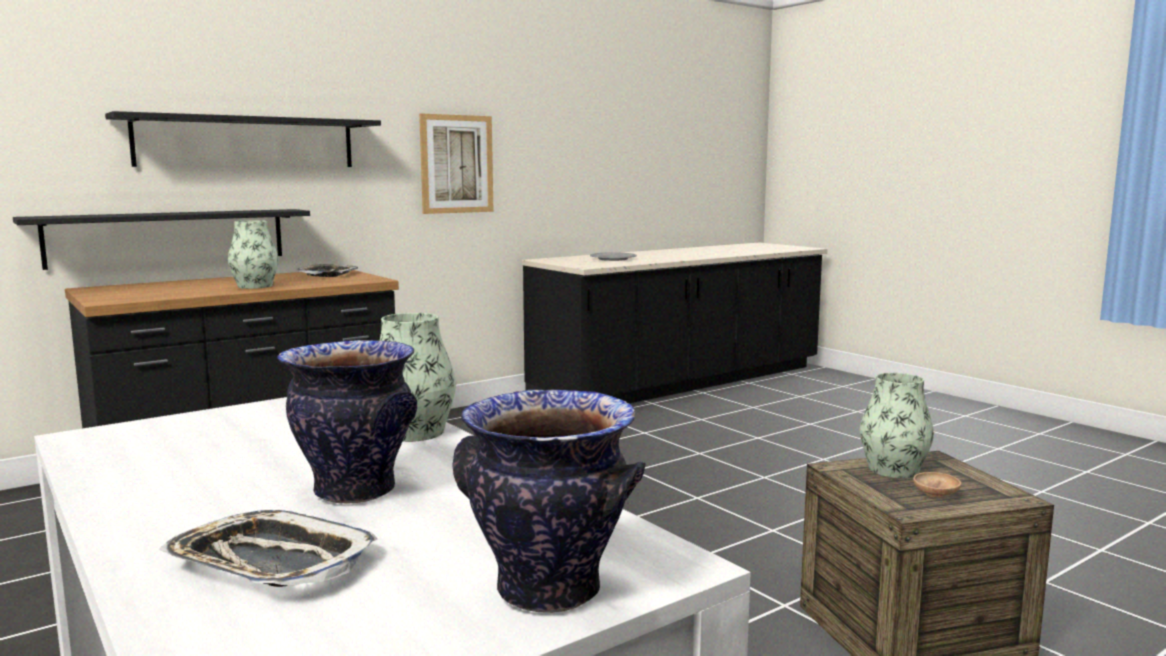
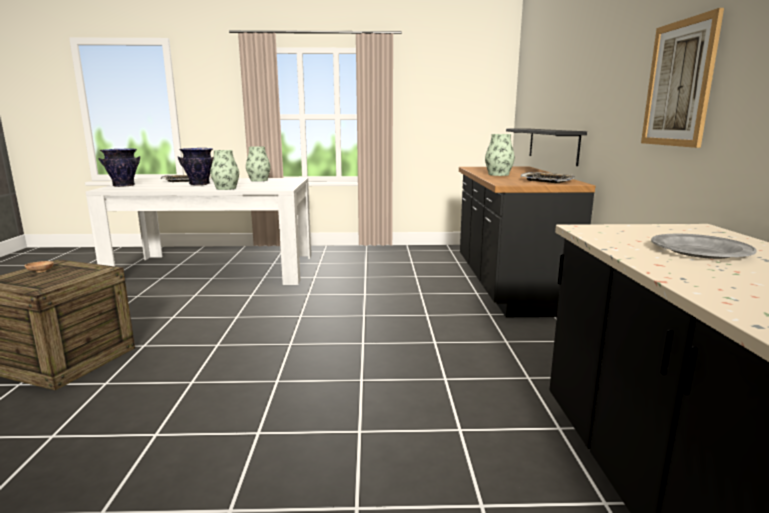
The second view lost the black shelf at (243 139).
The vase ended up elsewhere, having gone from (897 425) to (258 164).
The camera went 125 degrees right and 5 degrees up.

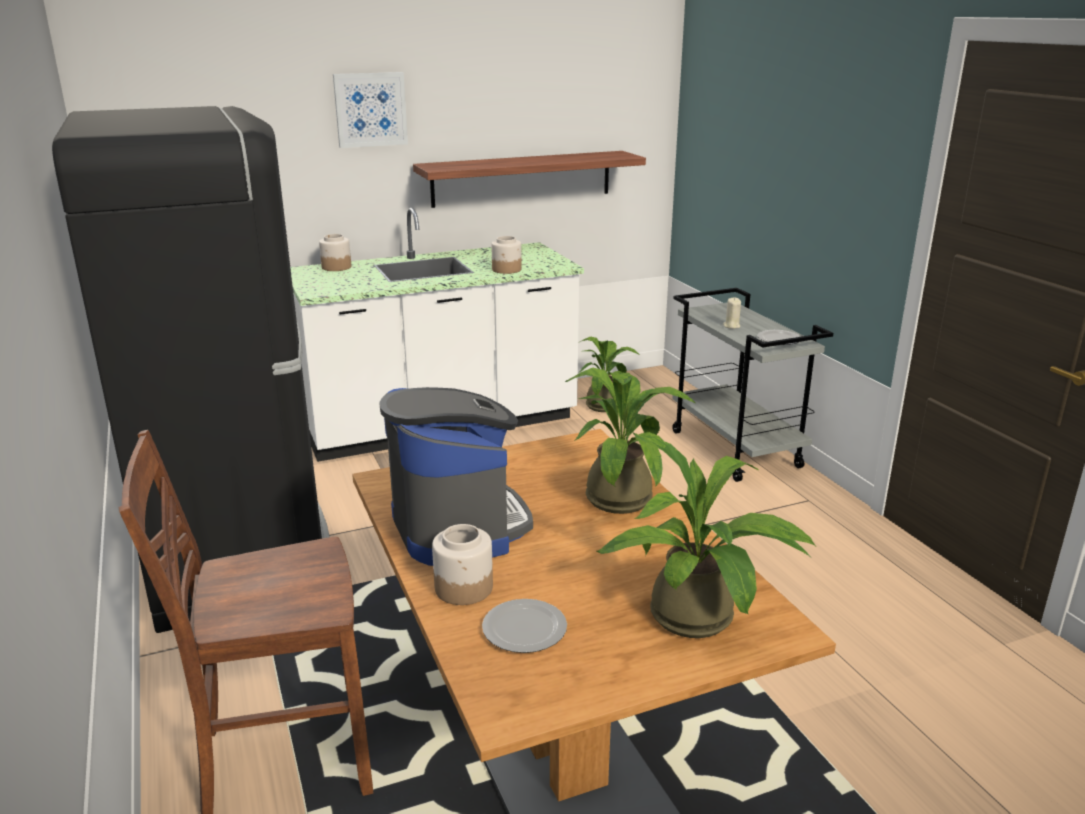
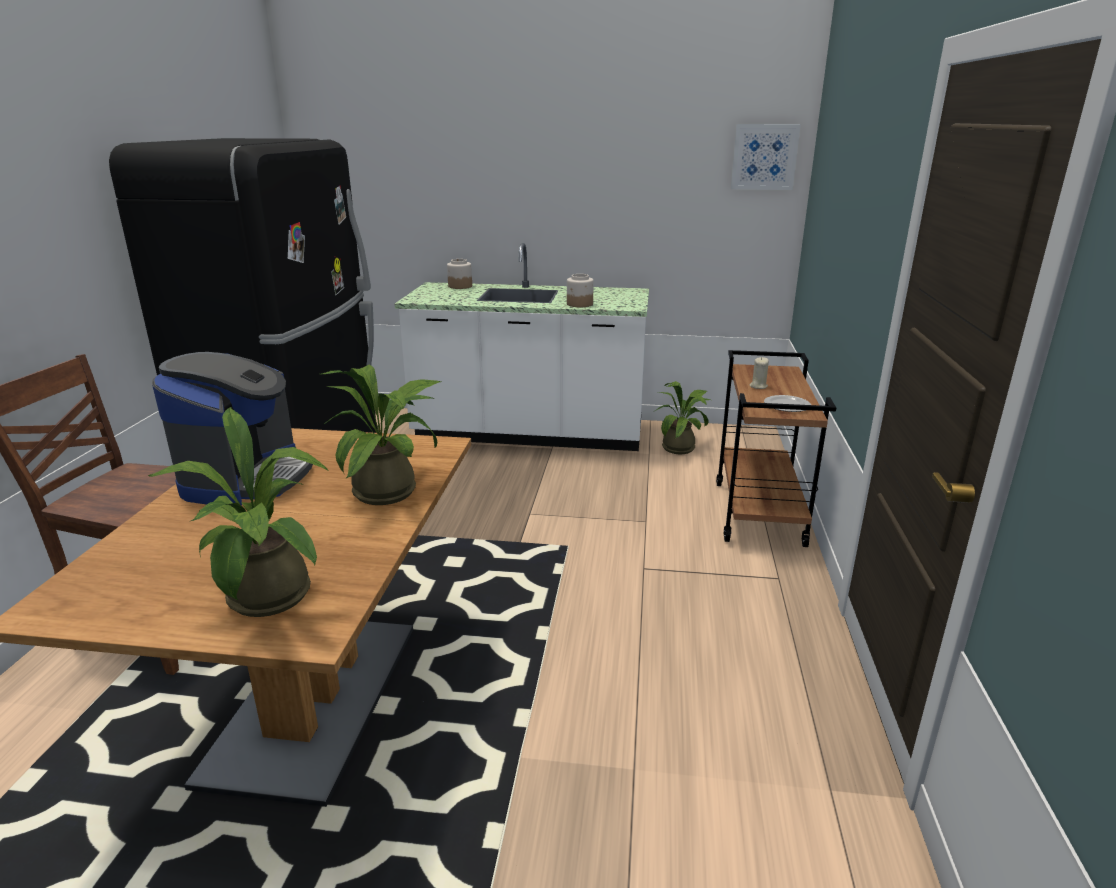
The picture ended up elsewhere, having gone from (370 110) to (766 157).
The second view lost the shelf at (529 179).
The second view lost the jar at (462 564).
The second view lost the plate at (524 626).
What was the grey cart at (752 385) turned into the brown cart at (776 448).
The camera went 30 degrees right and 0 degrees up.

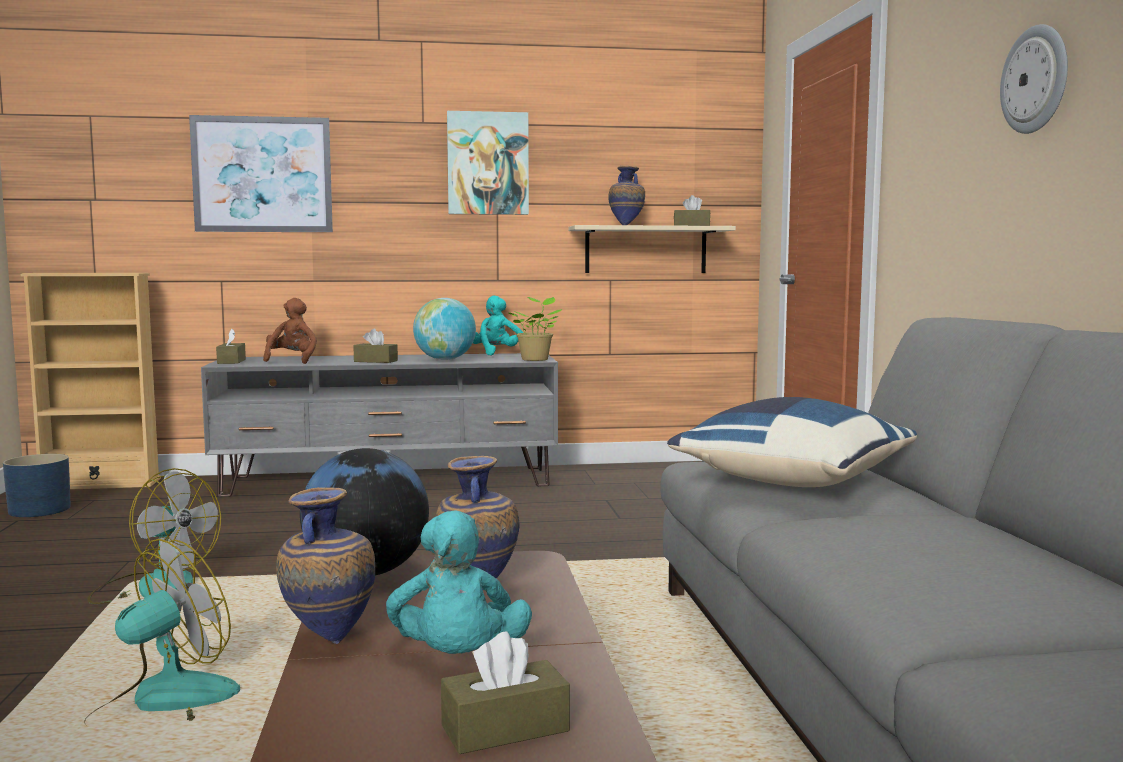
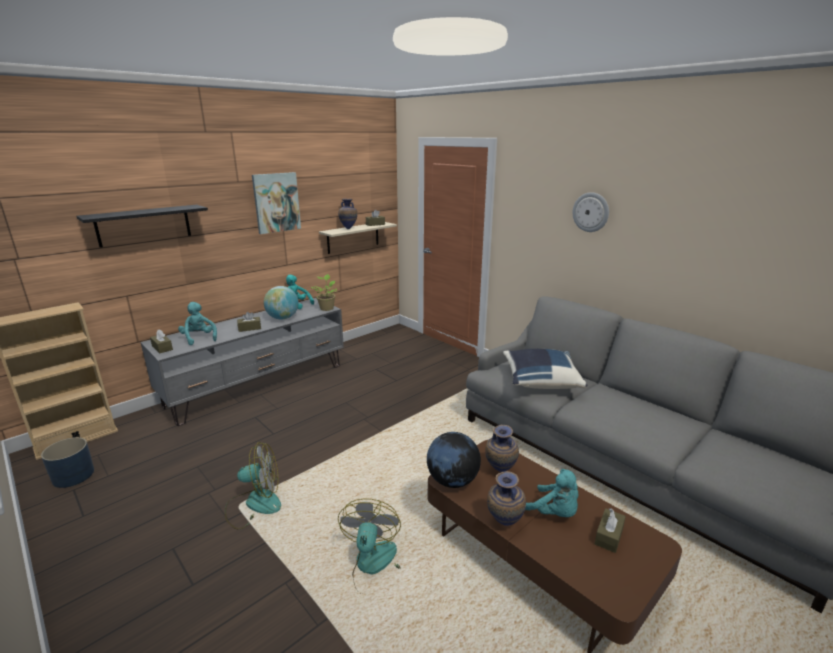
Where the picture hung at (261 173), the black shelf came to hang at (142 226).
What was the brown plush toy at (290 331) turned into the turquoise plush toy at (197 323).
The camera went 35 degrees left and 15 degrees up.

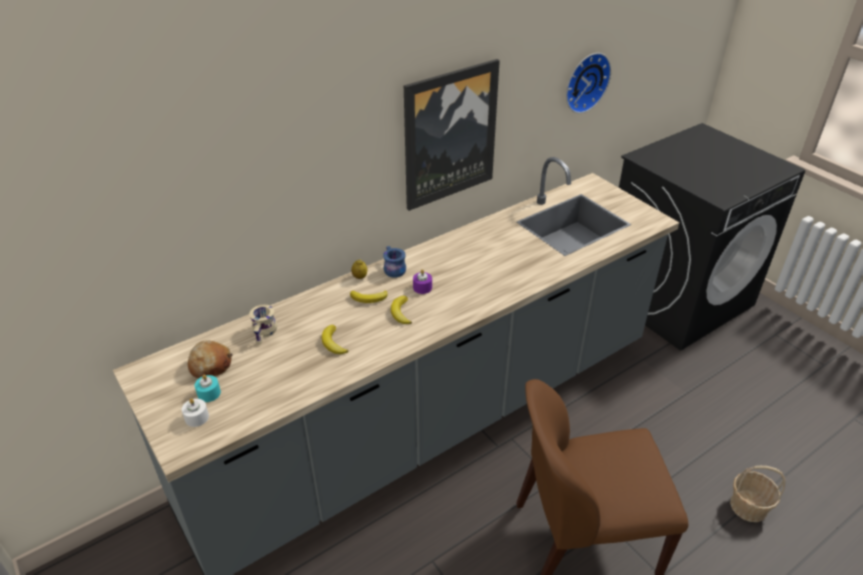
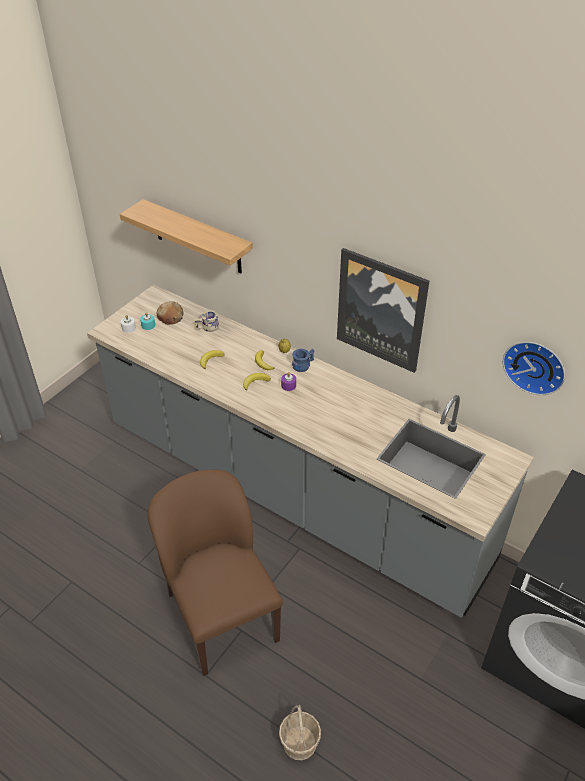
The second view gained the shelf at (186 236).
The camera went 70 degrees right and 5 degrees up.

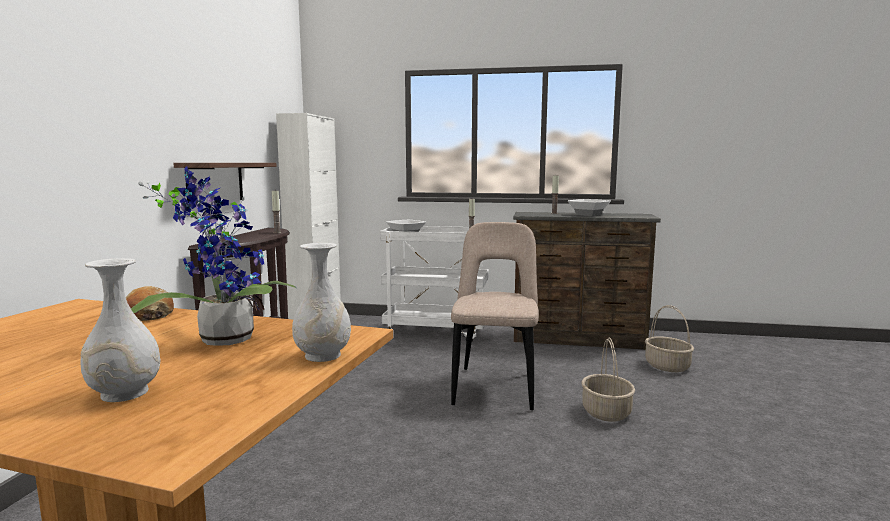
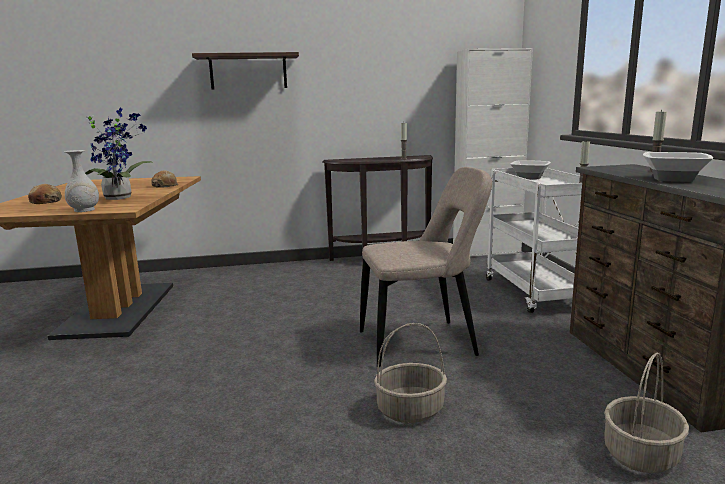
Where the white vase stood at (120 330), the bread came to stand at (45 194).
The shelf ended up elsewhere, having gone from (225 183) to (245 71).
The camera went 70 degrees right and 5 degrees up.

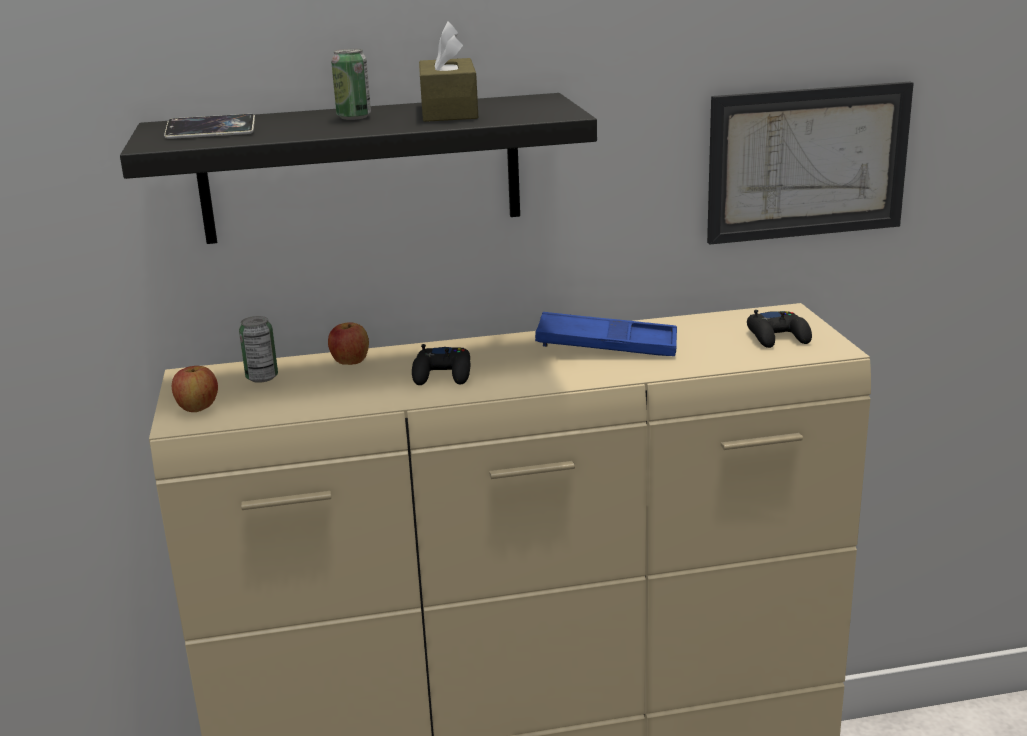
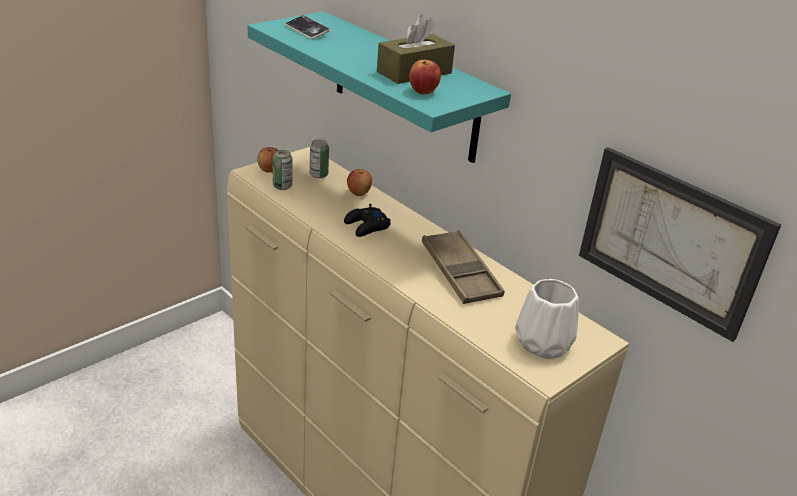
What was the black shelf at (358 168) turned into the turquoise shelf at (379 87).
The can ended up elsewhere, having gone from (351 84) to (282 170).
What was the blue tray at (606 334) turned into the brown tray at (463 267).
Where the black game controller stood at (779 329), the white vase came to stand at (547 319).
The second view gained the apple at (425 77).
The camera went 55 degrees right and 10 degrees up.

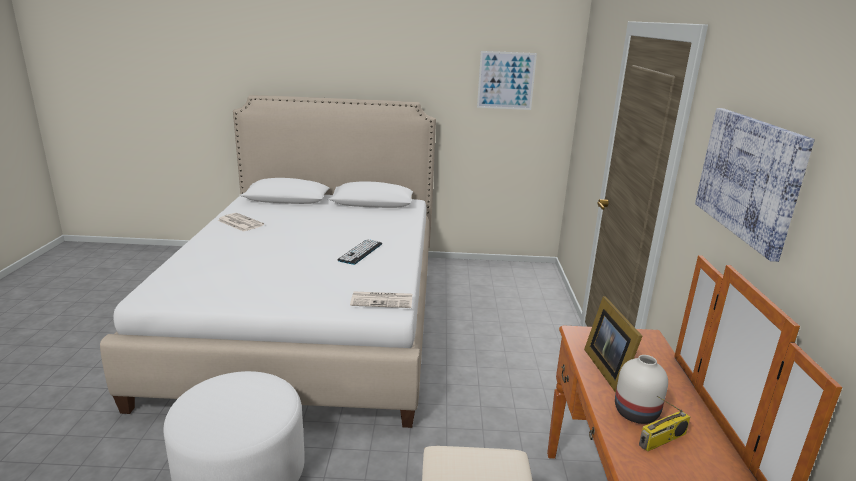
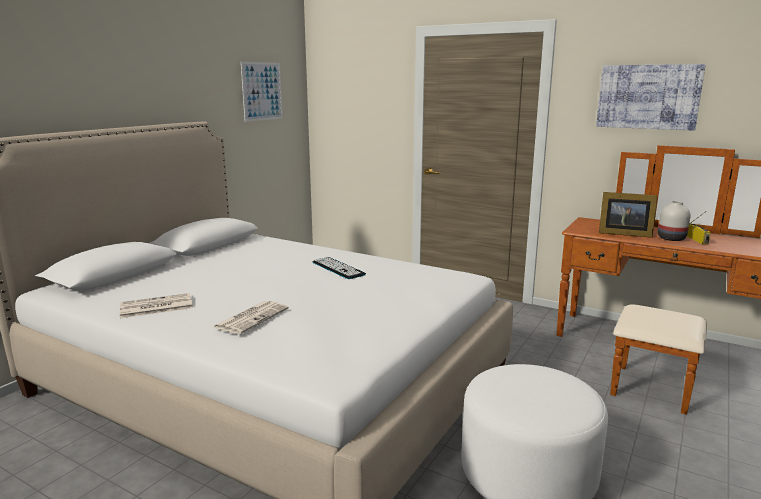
The newspaper ended up elsewhere, having gone from (381 299) to (250 317).
The camera went 60 degrees left and 5 degrees down.

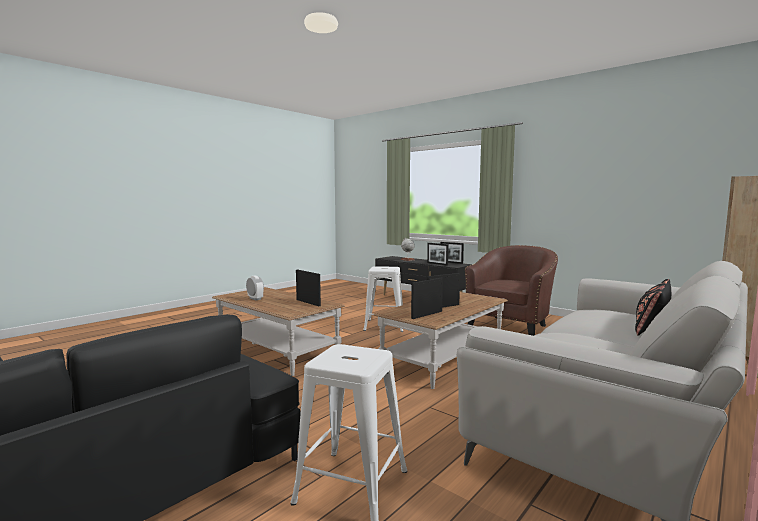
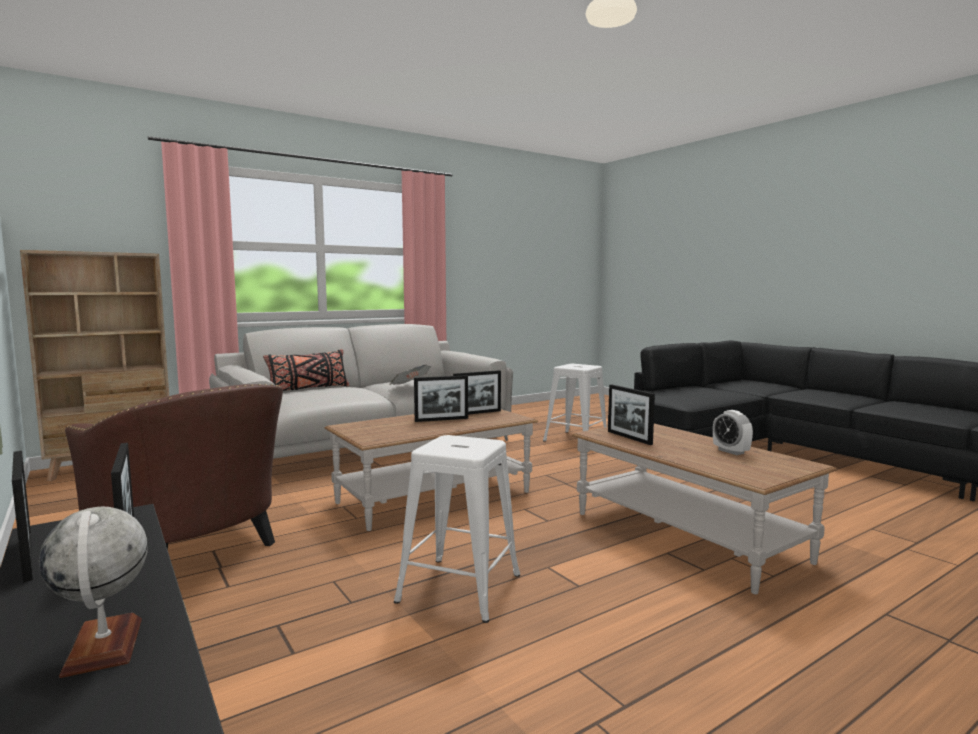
The brown armchair at (511 290) ended up facing another way, 105 degrees counterclockwise from before.
The second view gained the newspaper at (410 375).
The camera went 165 degrees left and 0 degrees up.

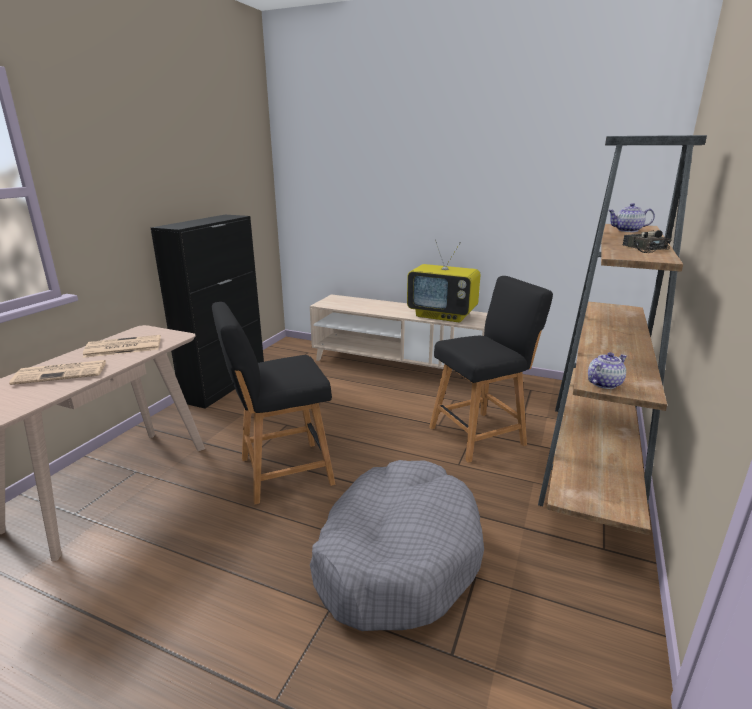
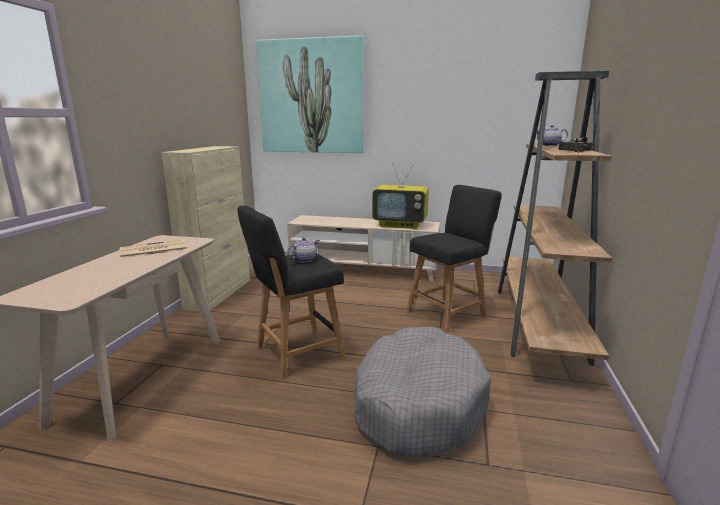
The second view lost the newspaper at (57 372).
What was the black cabinet at (207 312) turned into the beige cabinet at (205 229).
The teapot ended up elsewhere, having gone from (607 370) to (303 250).
The second view gained the picture at (310 94).
The camera went 10 degrees left and 5 degrees down.

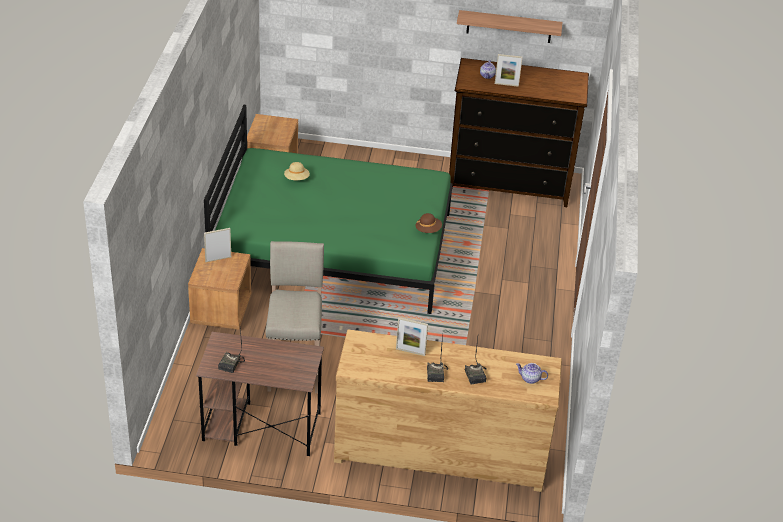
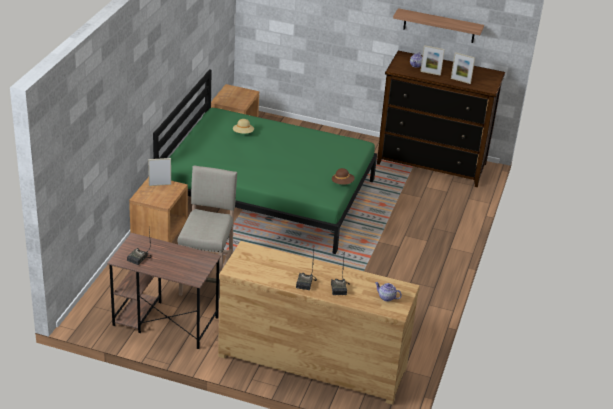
The picture frame ended up elsewhere, having gone from (412 336) to (463 68).
The camera went 10 degrees right and 5 degrees down.

